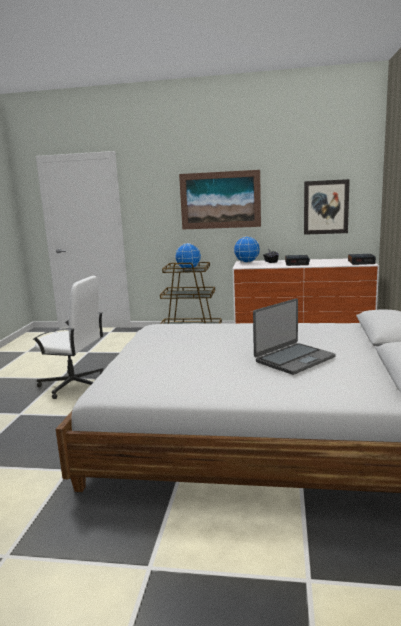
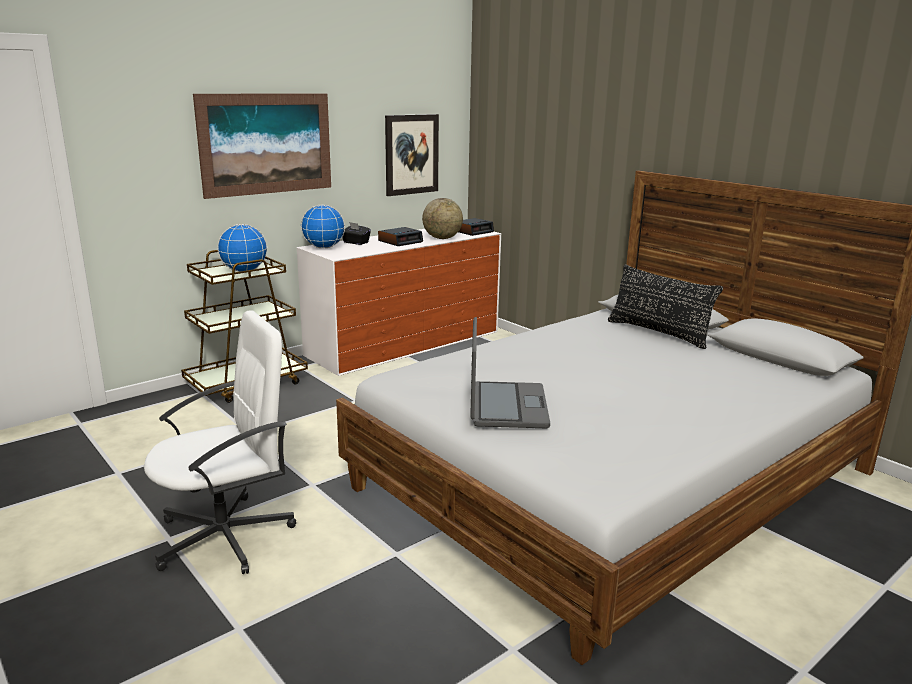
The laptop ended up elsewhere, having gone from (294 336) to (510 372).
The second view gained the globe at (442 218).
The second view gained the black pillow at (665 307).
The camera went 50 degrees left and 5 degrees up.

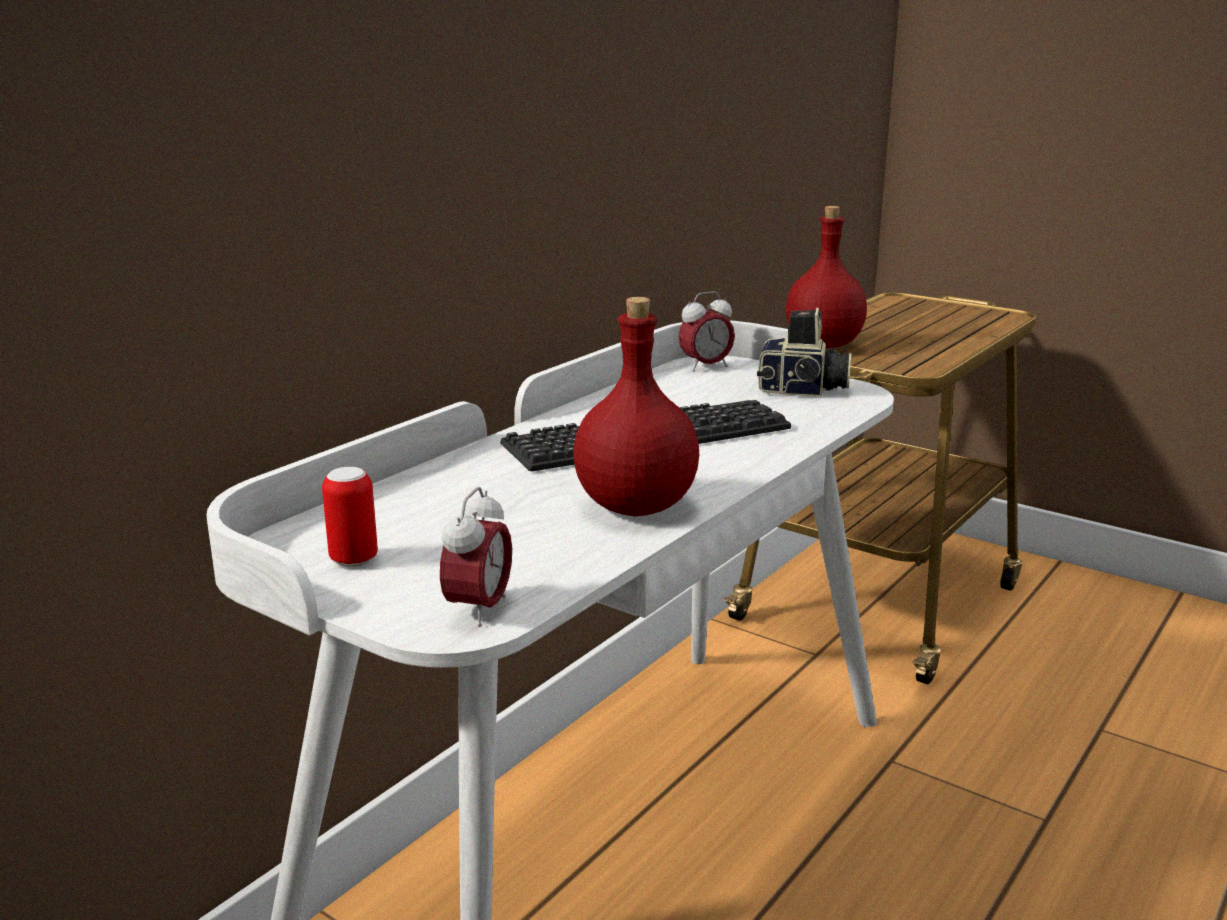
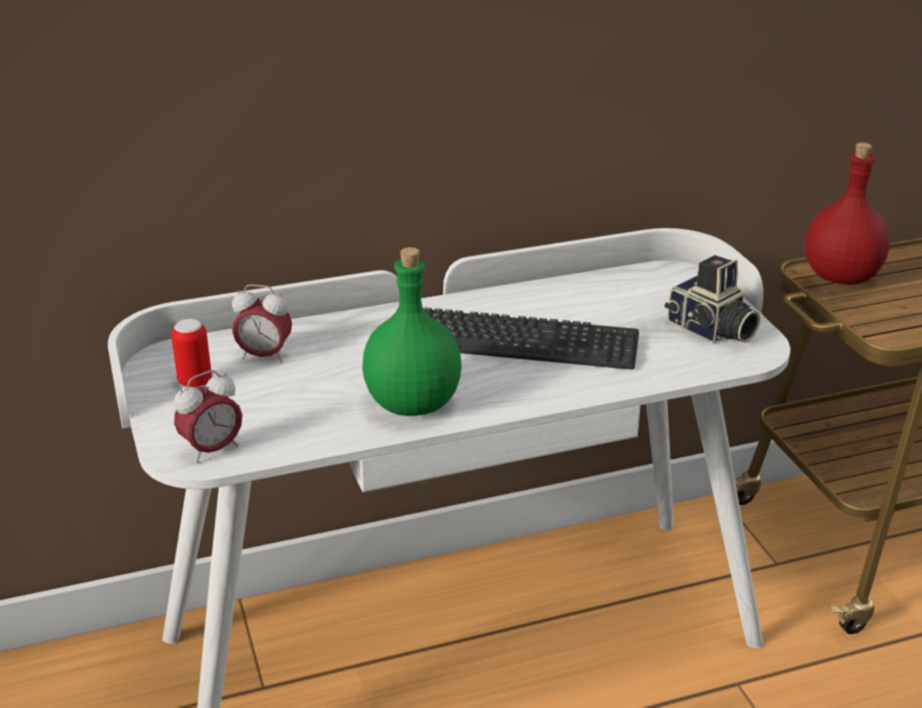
What was the red bottle at (636 406) turned into the green bottle at (412 331).
The alarm clock ended up elsewhere, having gone from (706 331) to (262 323).
The camera went 35 degrees right and 10 degrees up.

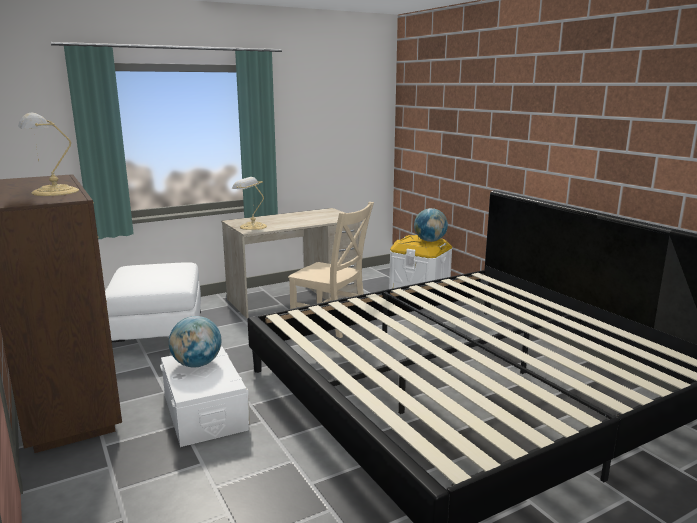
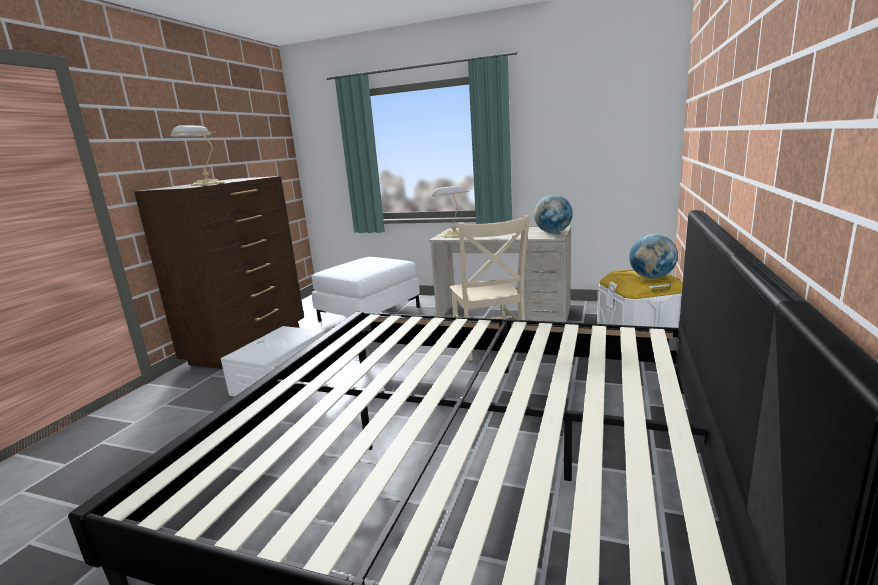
The globe ended up elsewhere, having gone from (195 341) to (553 214).
The camera went 50 degrees right and 0 degrees up.

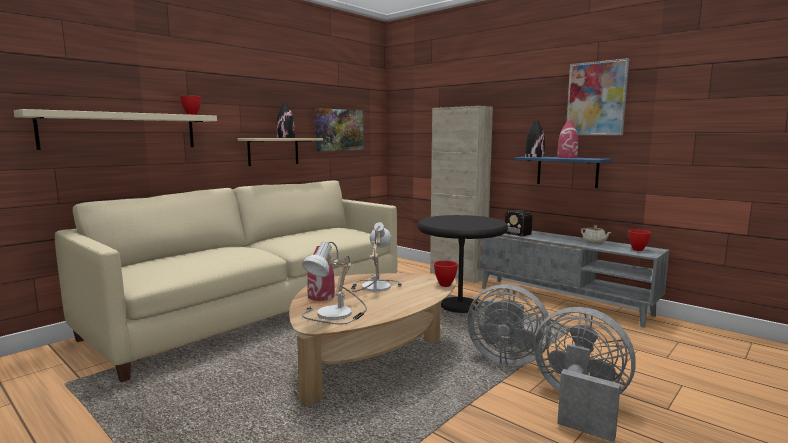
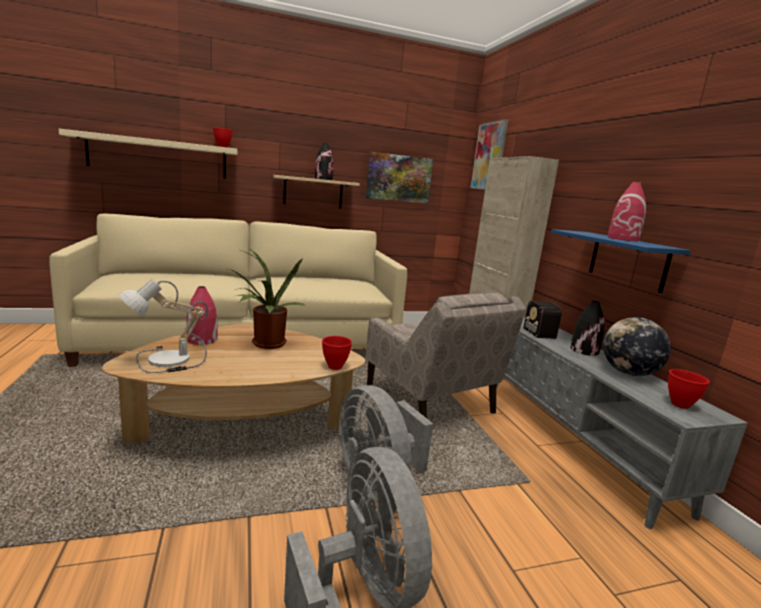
Where the table lamp stood at (376 257), the potted plant came to stand at (272 298).
Where the black side table stood at (463 264), the beige armchair came to stand at (445 355).
The black vase ended up elsewhere, having gone from (535 139) to (587 328).
The picture ended up elsewhere, having gone from (598 96) to (489 154).
Where the beige teapot stood at (596 234), the globe came to stand at (637 346).
The camera went 30 degrees right and 5 degrees up.

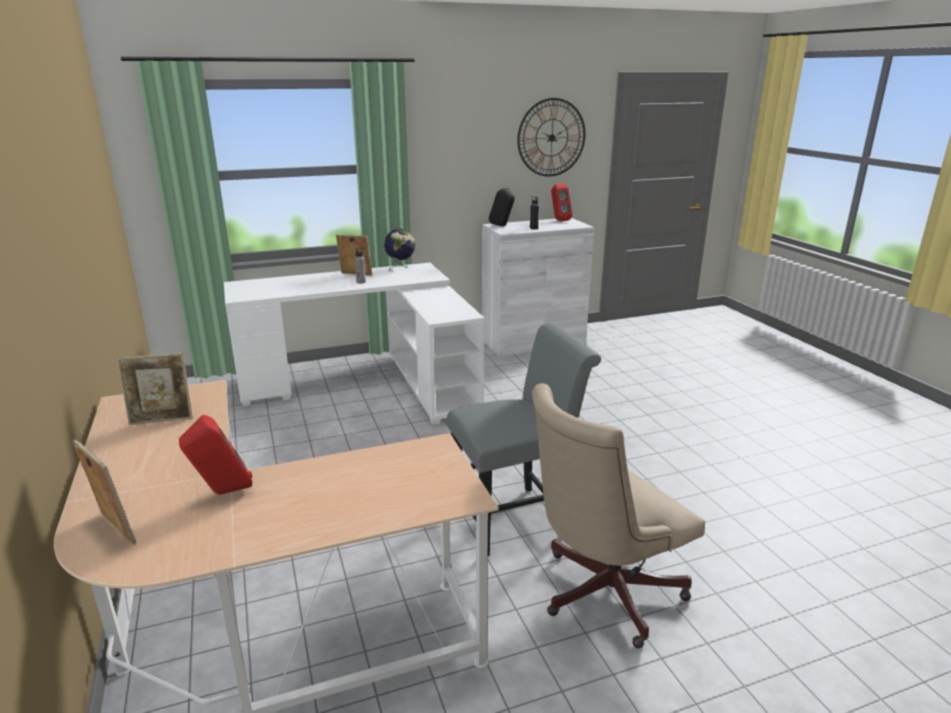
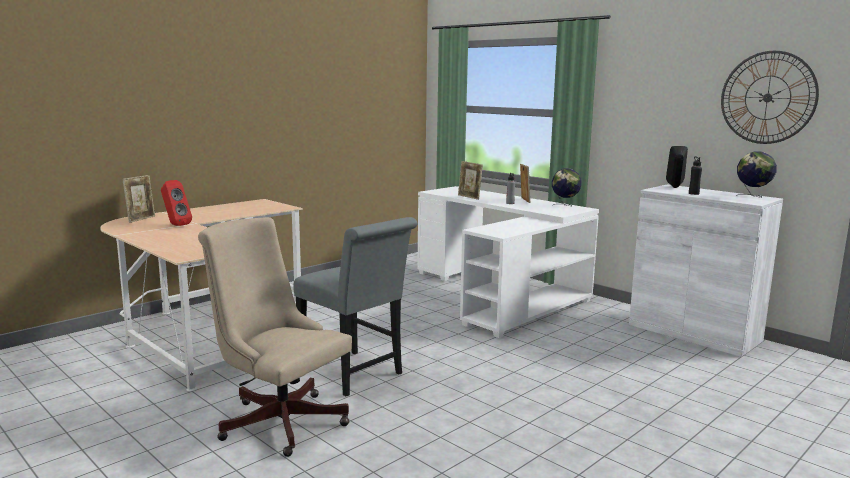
The picture frame ended up elsewhere, having gone from (155 389) to (470 180).
Where the red speaker stood at (561 202), the globe came to stand at (757 174).
The camera went 65 degrees right and 10 degrees down.

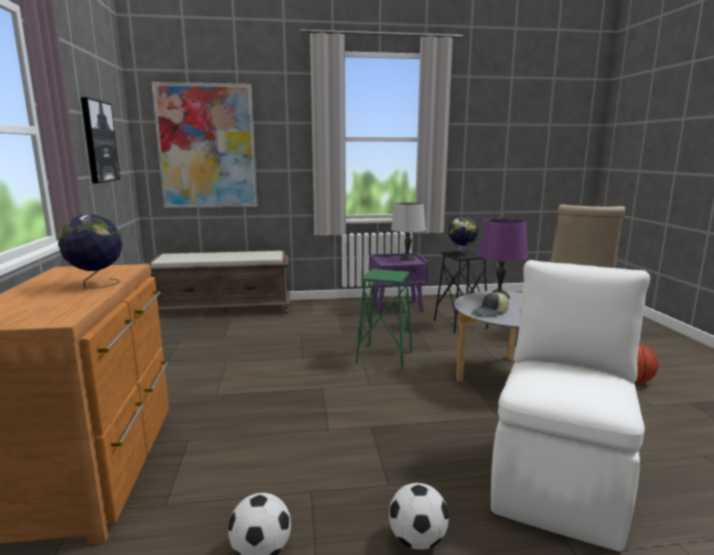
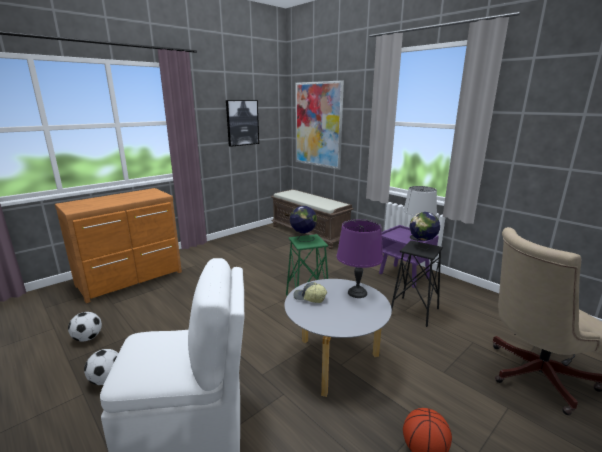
The globe ended up elsewhere, having gone from (90 251) to (303 224).
The camera went 55 degrees right and 5 degrees up.

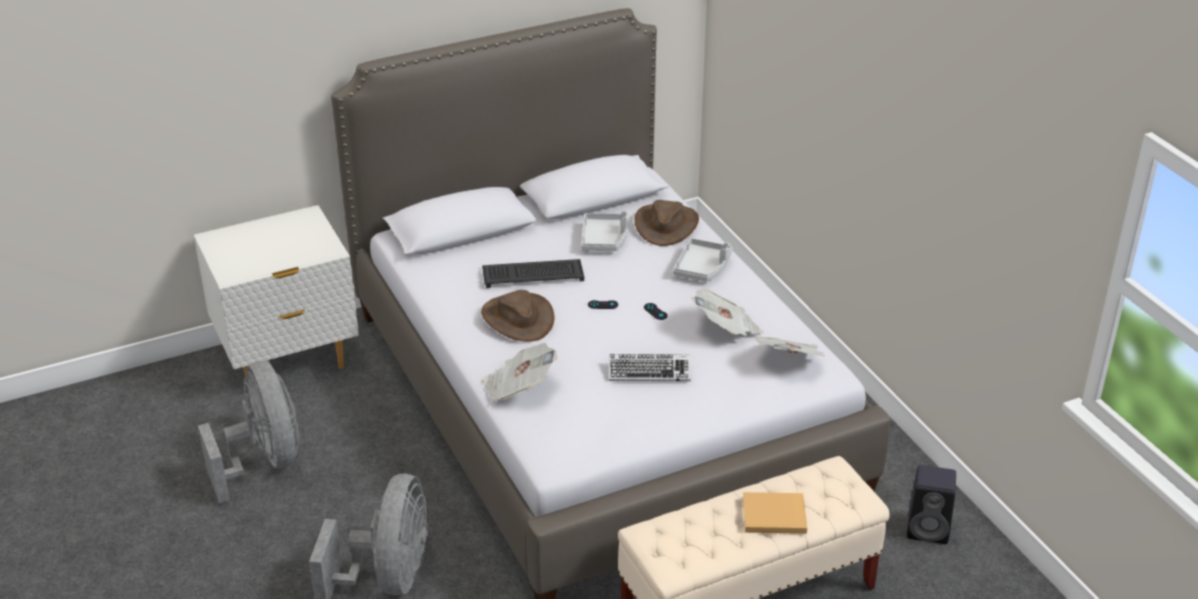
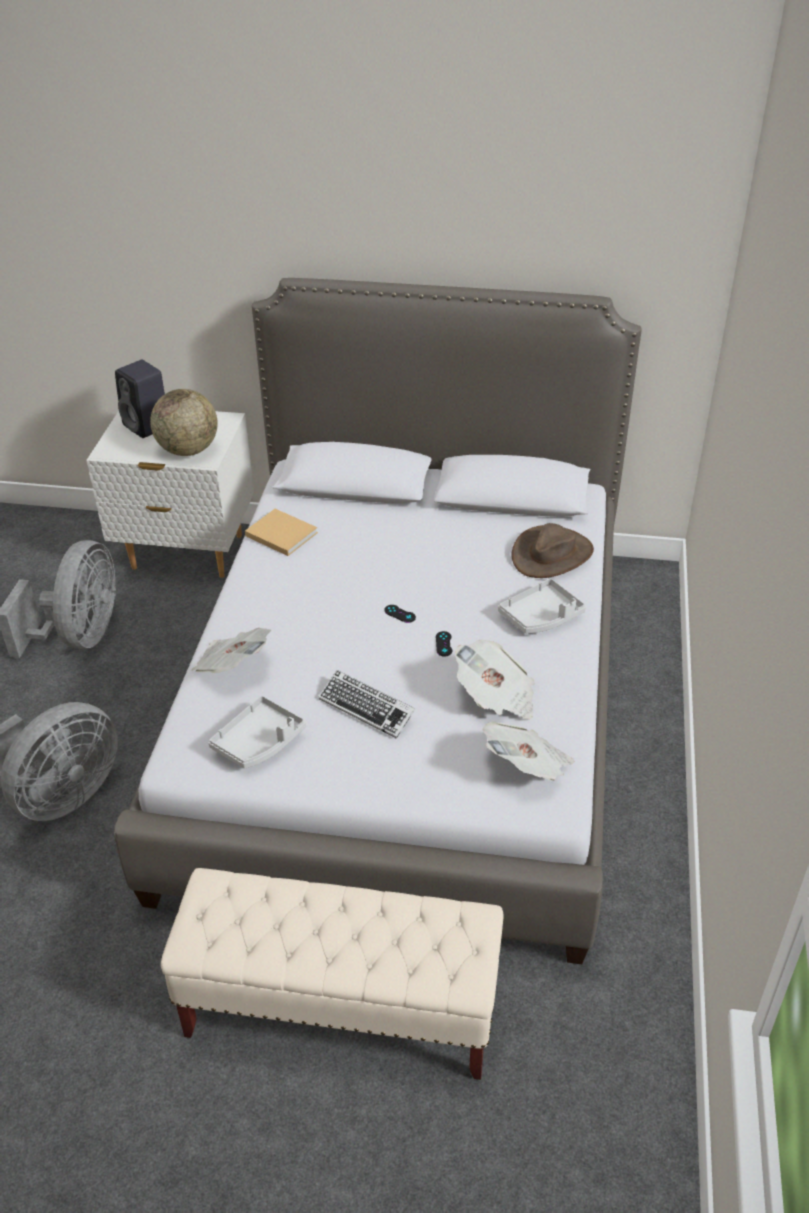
The second view lost the brown hat at (517 316).
The second view lost the keyboard at (533 273).
The grey tray ended up elsewhere, having gone from (604 231) to (257 732).
The beige book ended up elsewhere, having gone from (775 513) to (281 532).
The black speaker ended up elsewhere, having gone from (931 504) to (140 399).
The second view gained the globe at (184 422).
The camera went 35 degrees right and 5 degrees up.

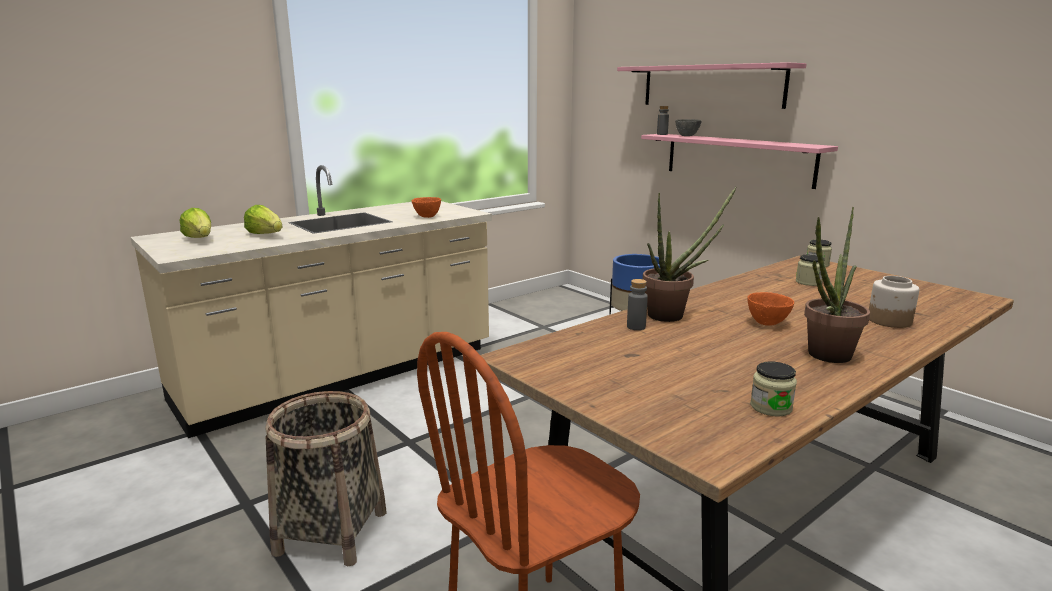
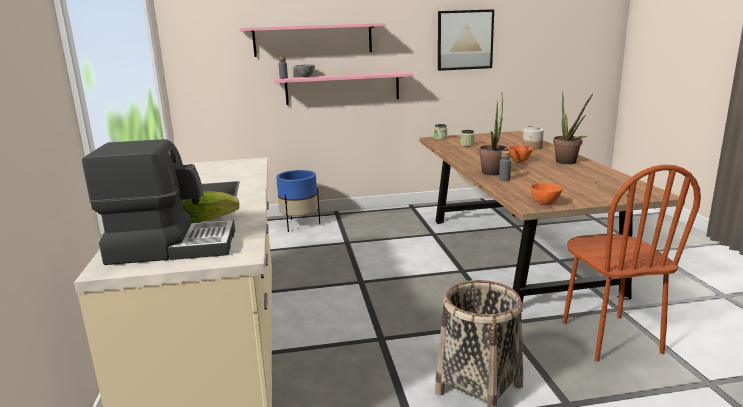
Where the lettuce stood at (195 223), the coffee machine came to stand at (158 202).
The orange bowl ended up elsewhere, having gone from (426 207) to (546 194).
The second view lost the jar at (773 389).
The second view gained the picture at (466 40).
The camera went 60 degrees left and 0 degrees up.

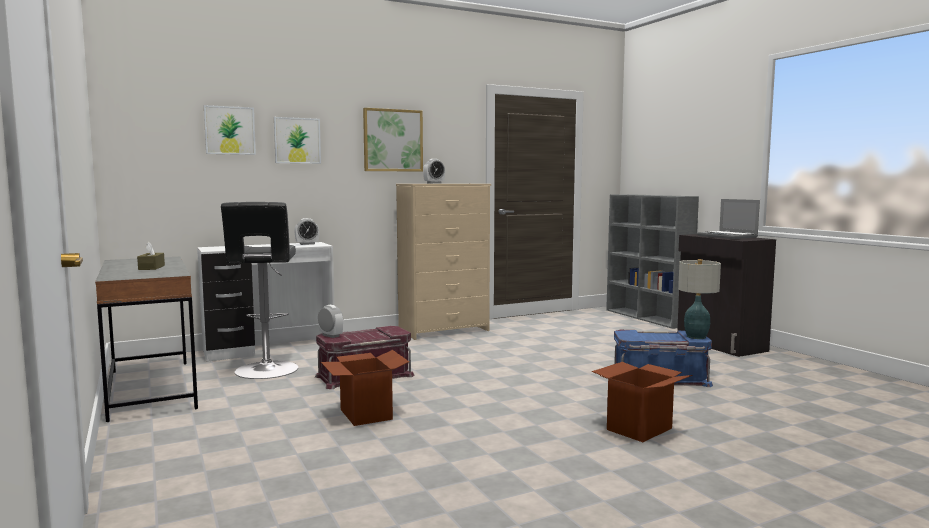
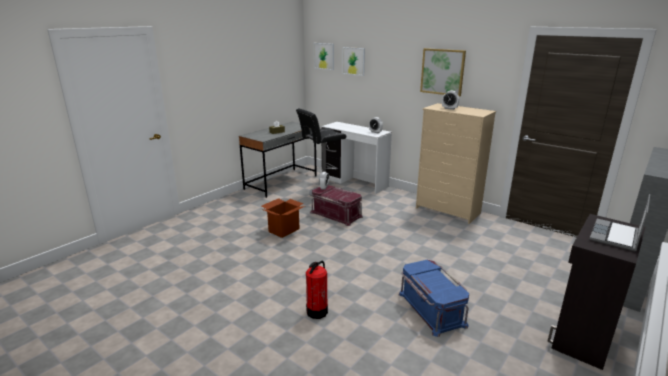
The picture ended up elsewhere, having gone from (297 140) to (324 56).
Where the cardboard box stood at (642 402), the fire extinguisher came to stand at (317 289).
The second view lost the table lamp at (699 299).
The camera went 65 degrees right and 15 degrees up.

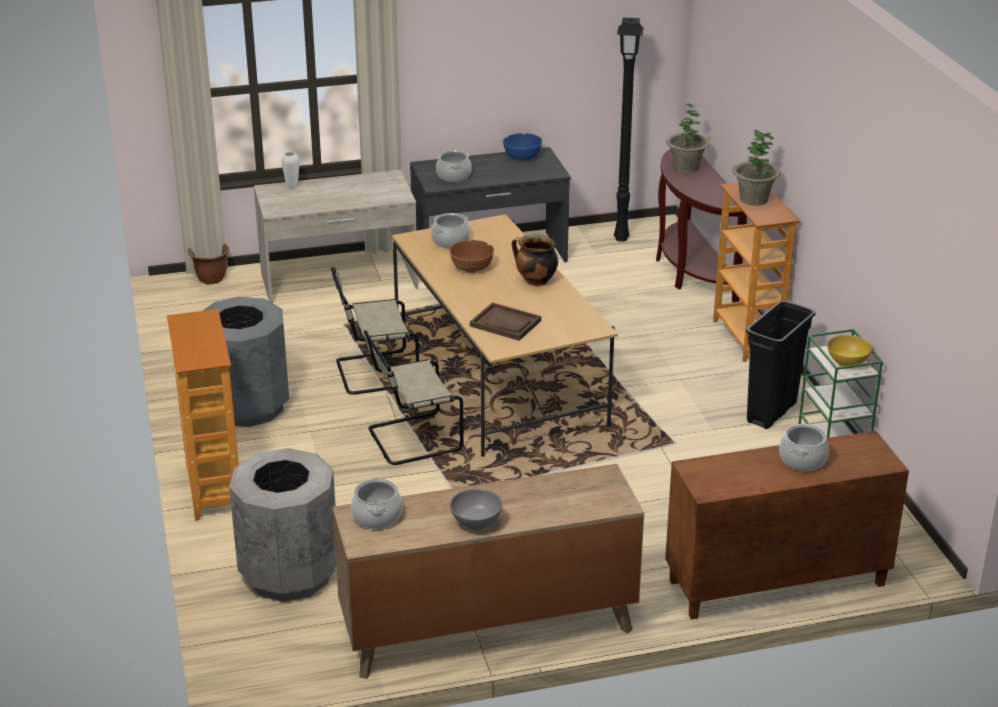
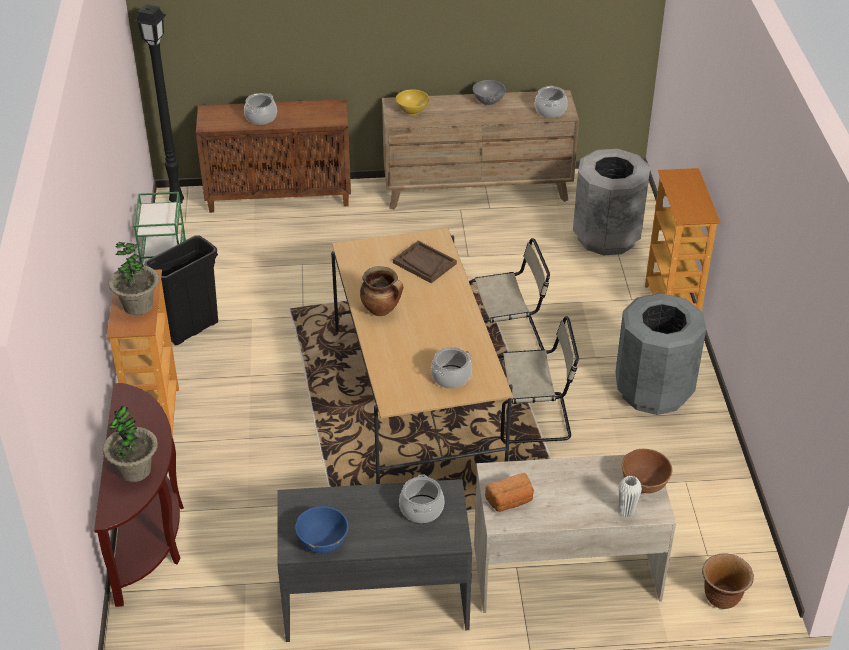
The brown bowl ended up elsewhere, having gone from (471 256) to (647 471).
The black floor lamp ended up elsewhere, having gone from (629 130) to (159 103).
The yellow bowl ended up elsewhere, having gone from (849 351) to (412 102).
The second view gained the bread at (509 492).
The camera went 170 degrees left and 10 degrees up.

